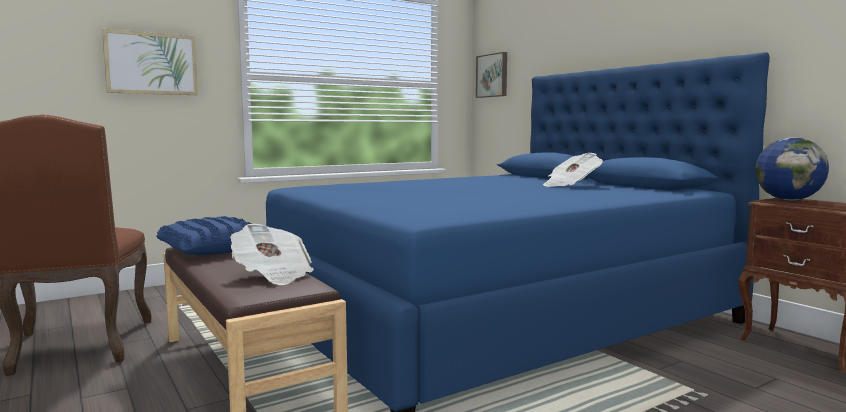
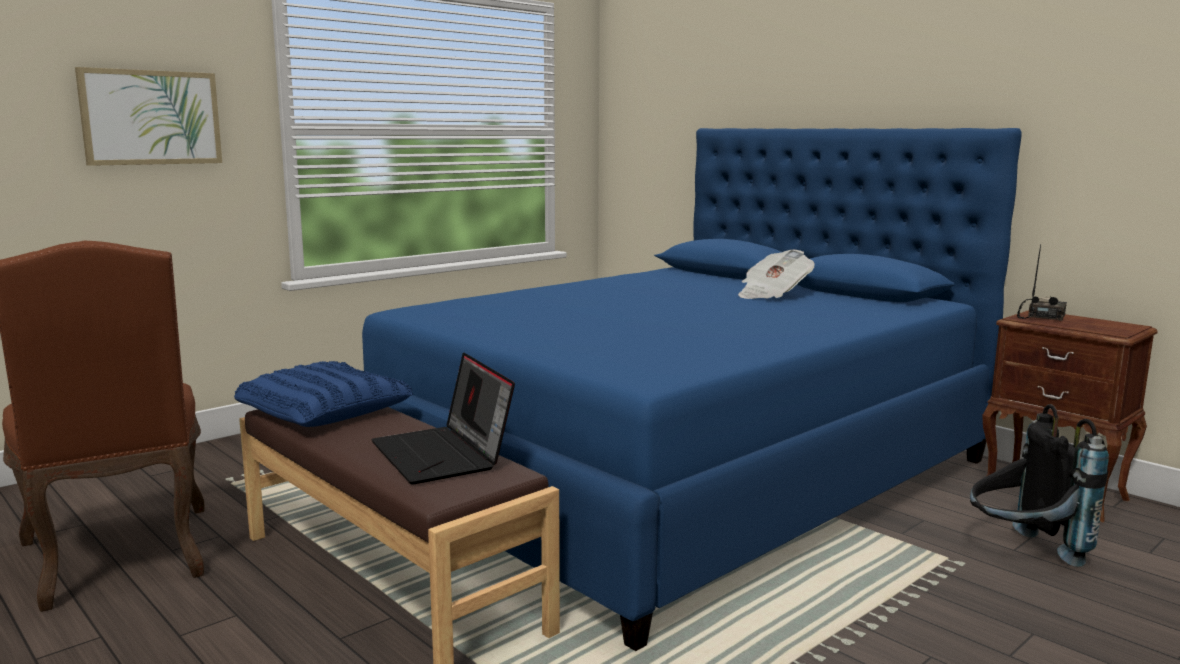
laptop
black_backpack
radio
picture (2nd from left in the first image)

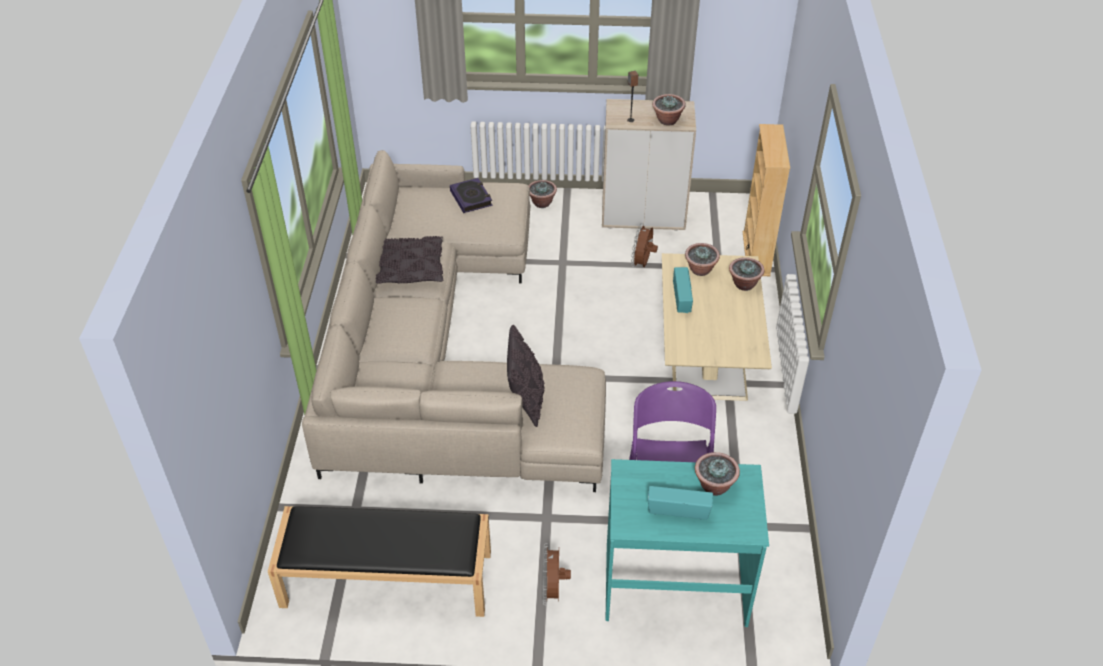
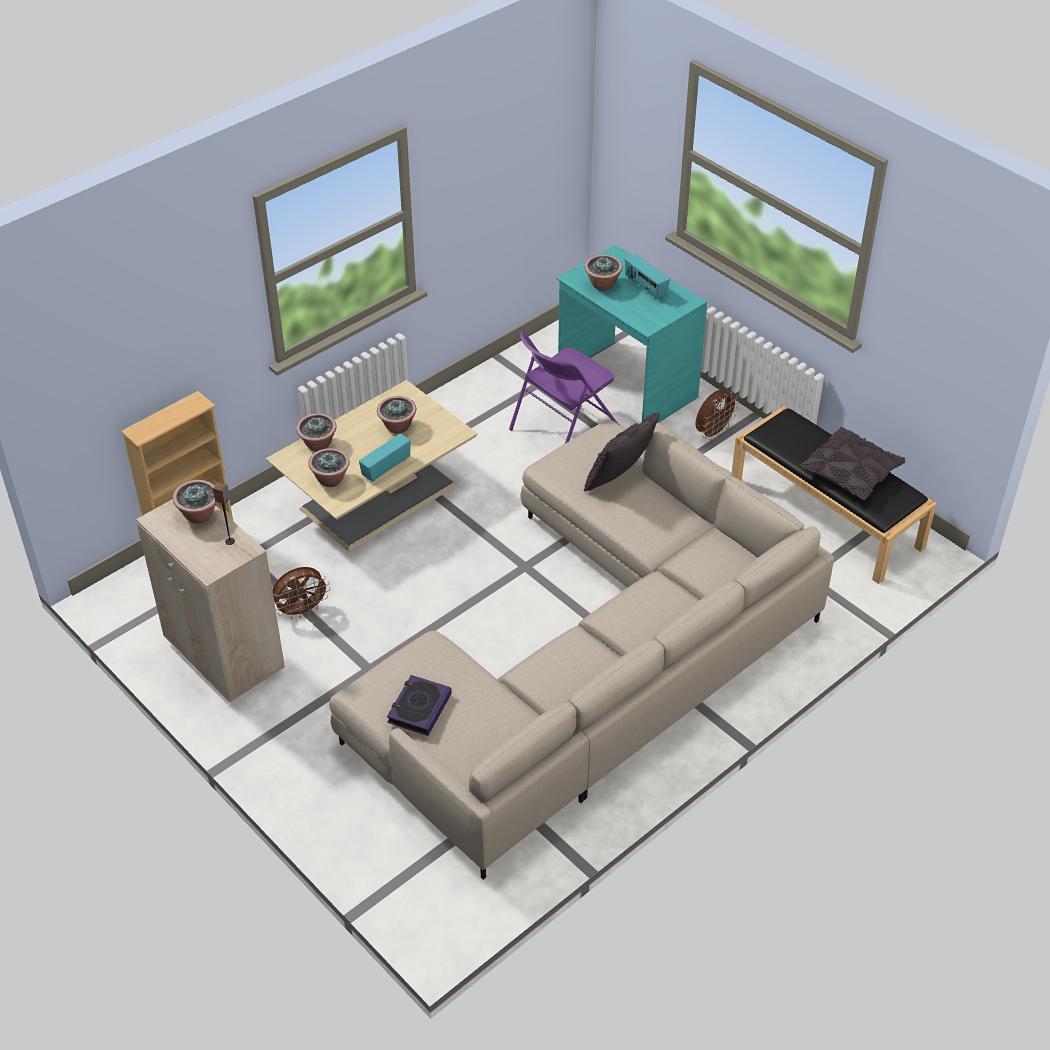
potted_plant (4th from left)
black_pillow (2nd from left)

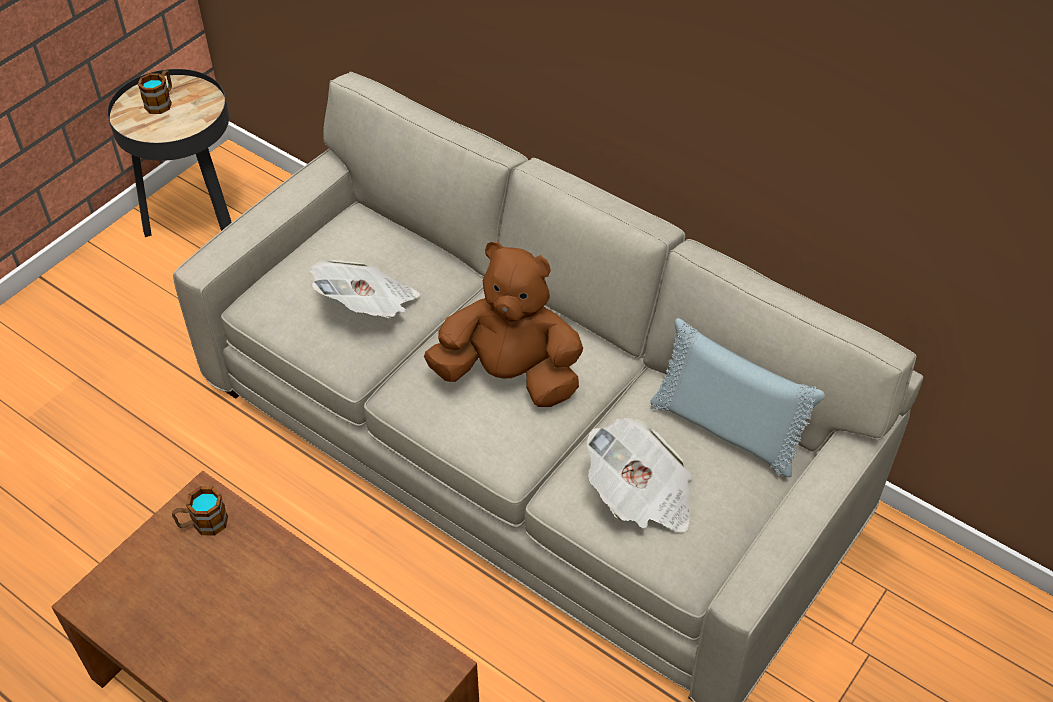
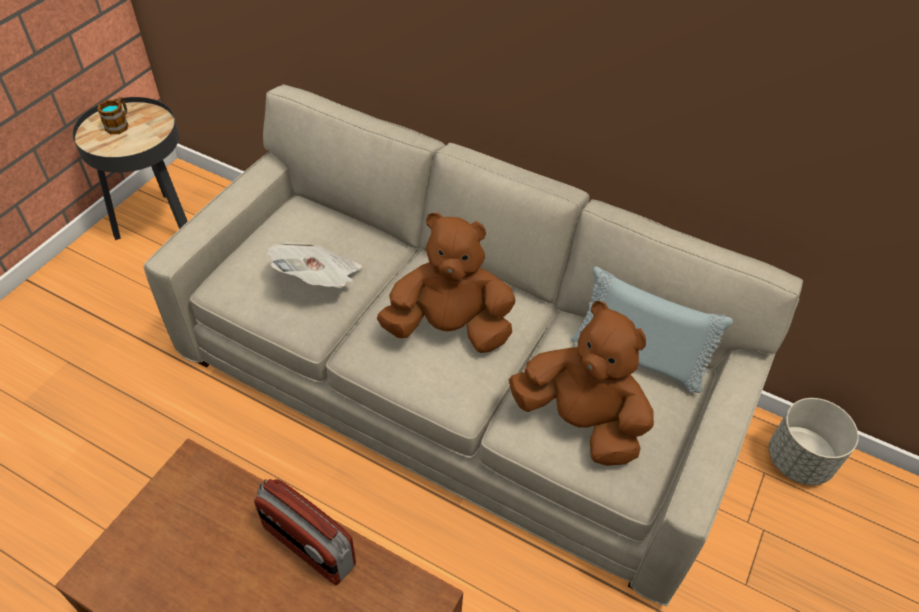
radio
brown_plush_toy (2nd from left)
grey_planter
mug (2nd from left in the first image)

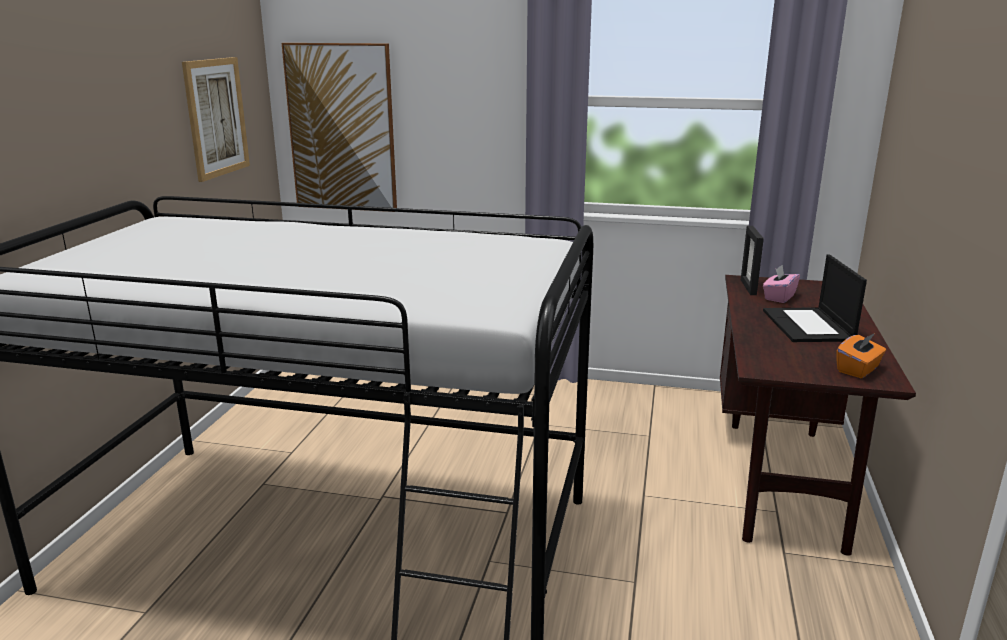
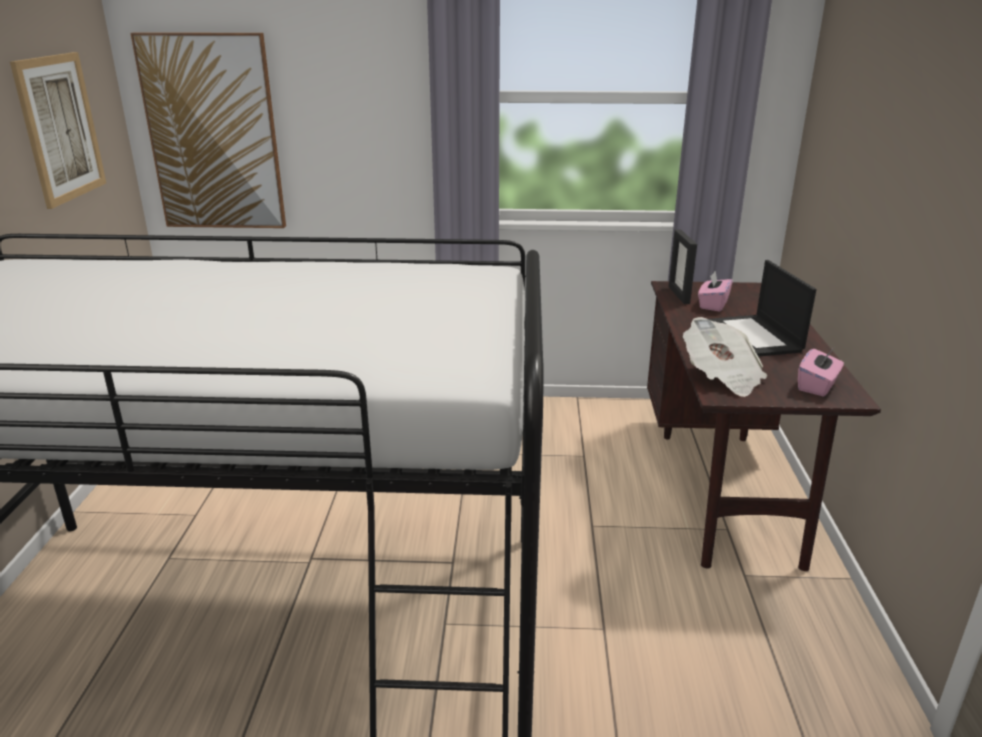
newspaper
pink_tissue_box (2nd from left)

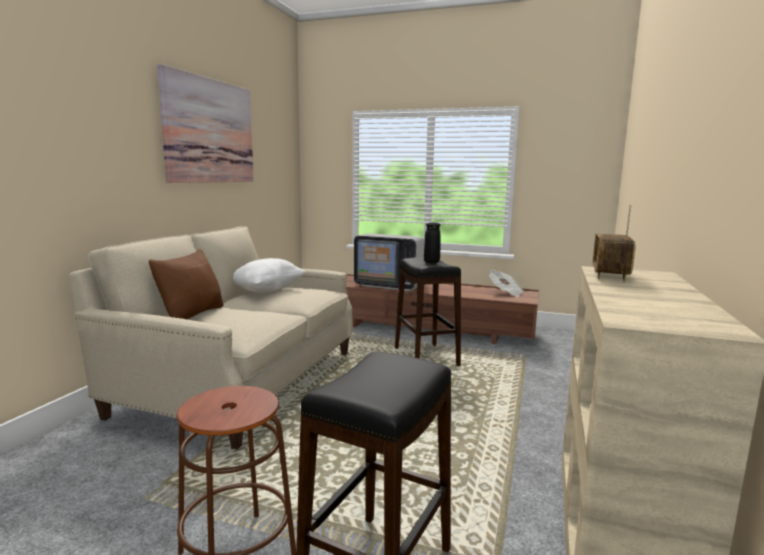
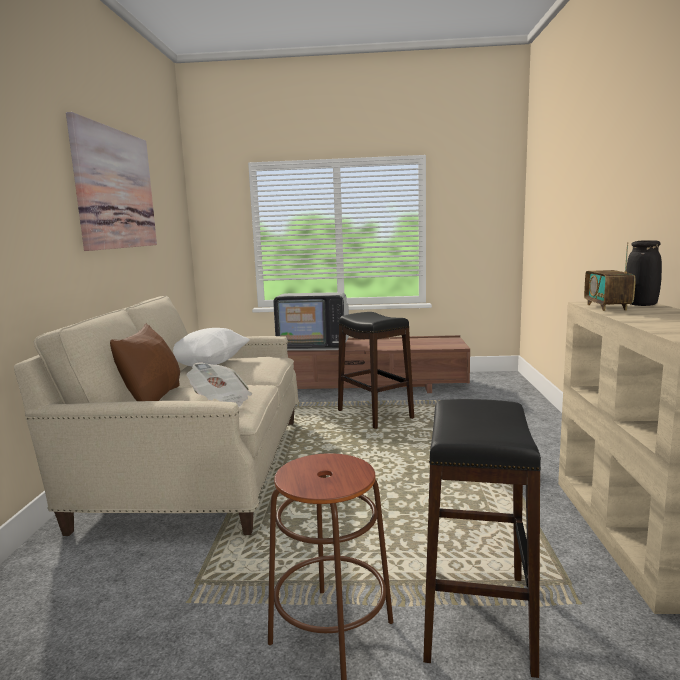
newspaper
black_vase

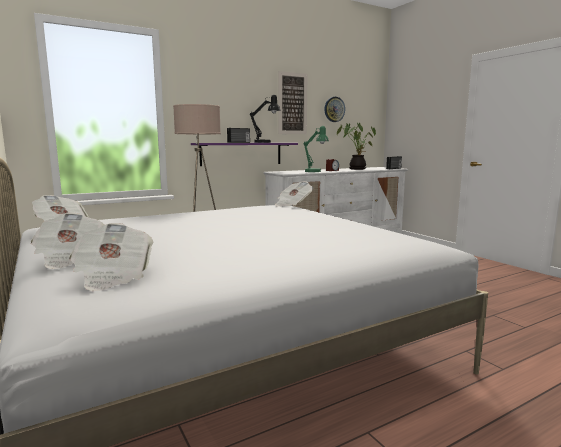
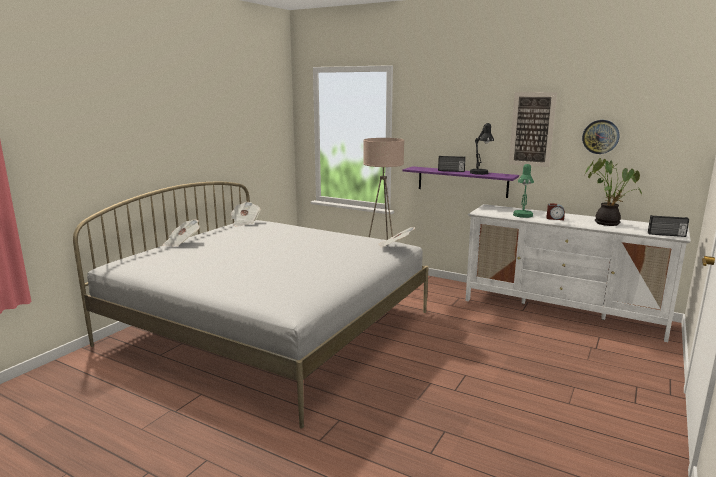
newspaper (3rd from left in the first image)

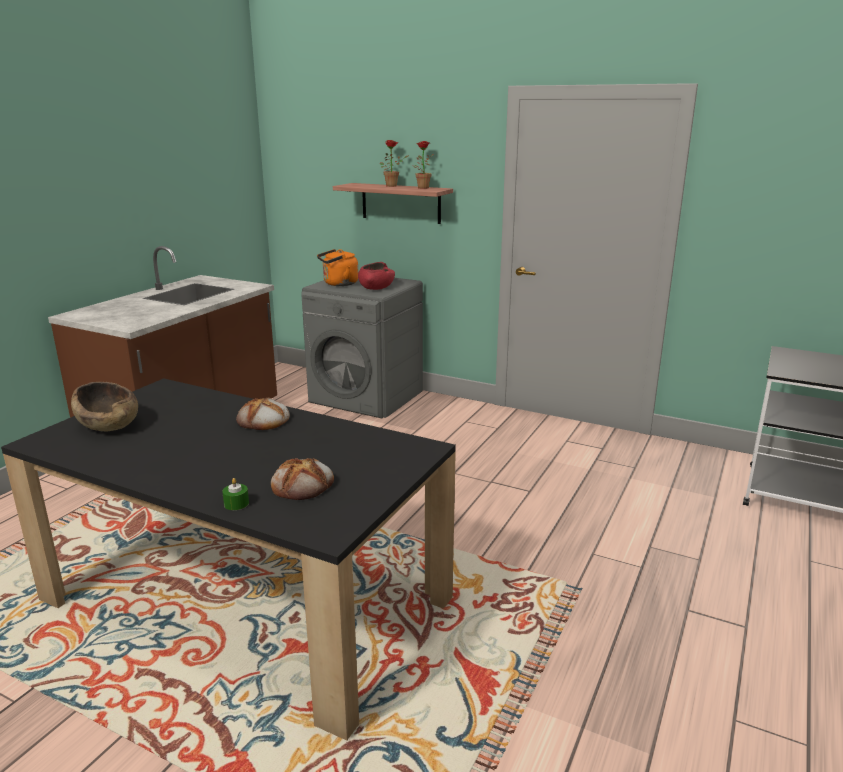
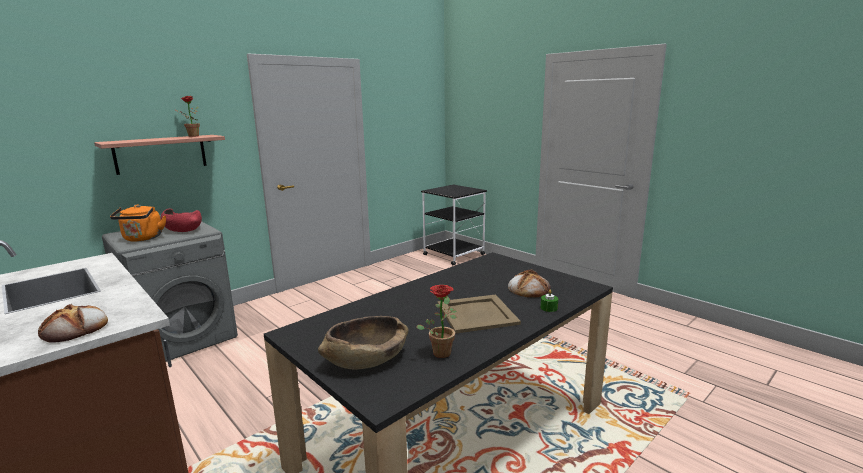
bread (1st from left)
potted_plant (2nd from left)
beige_tray

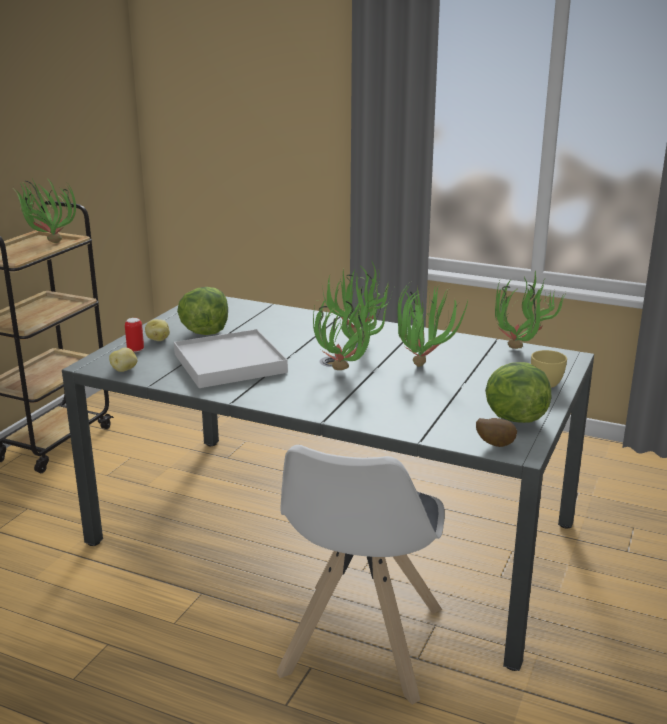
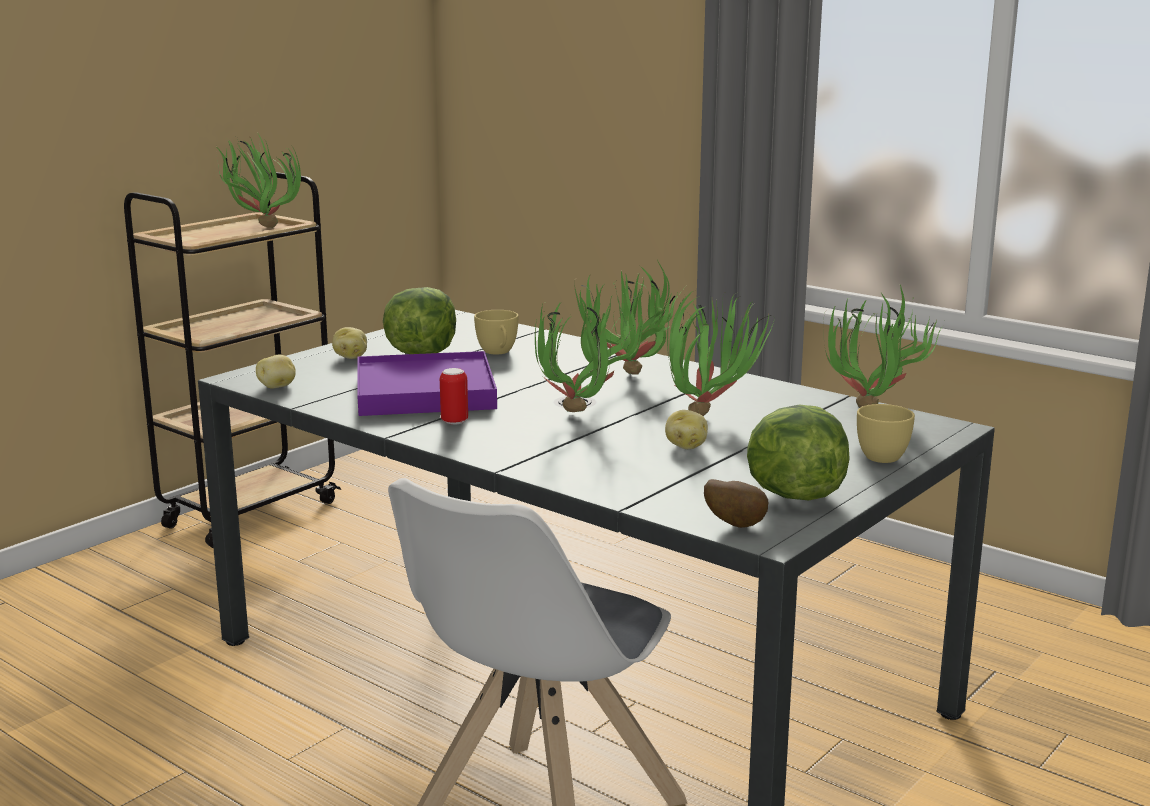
purple_tray
can
yellow_cup (1st from left)
potato (3rd from left)

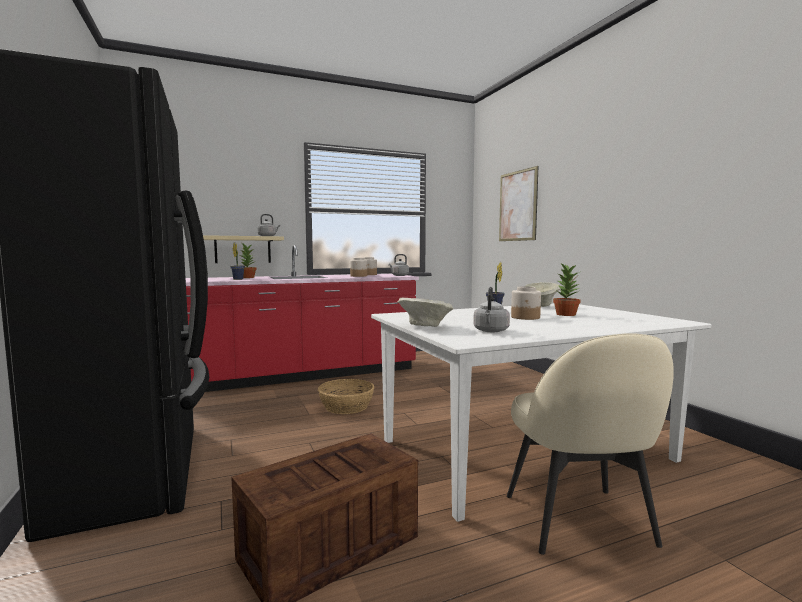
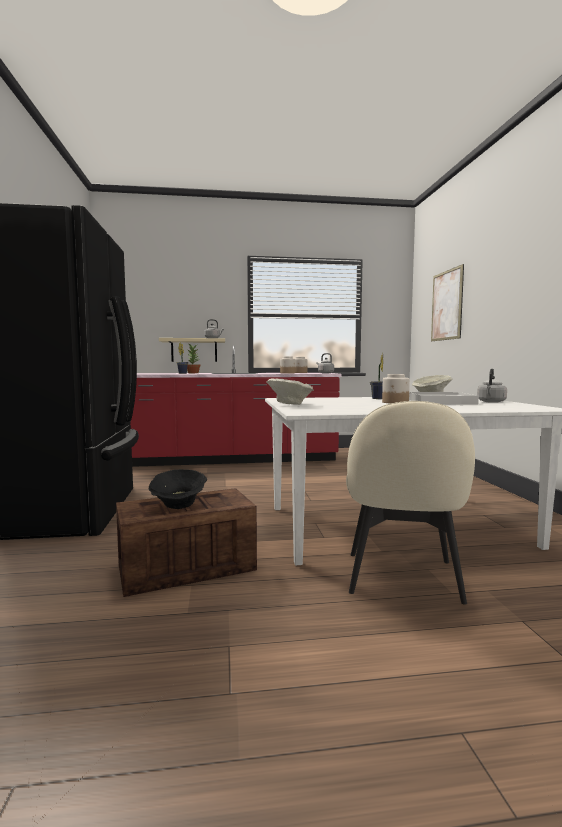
black_bowl
white_tray
grey_kettle (3rd from left)
basket

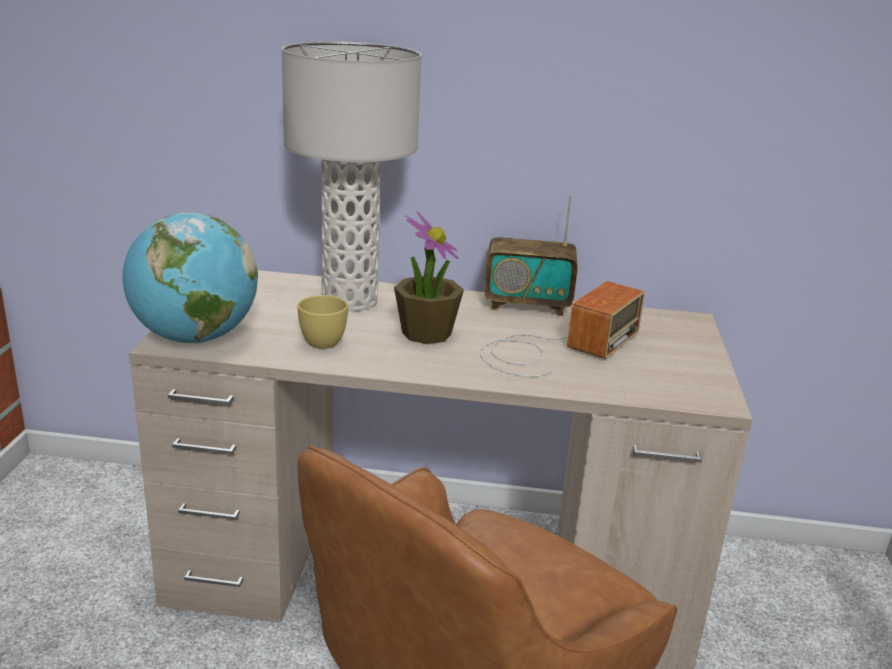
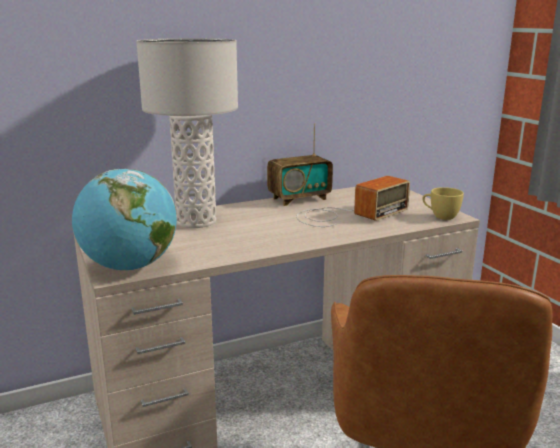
radio (2nd from left)
yellow_cup
potted_plant

